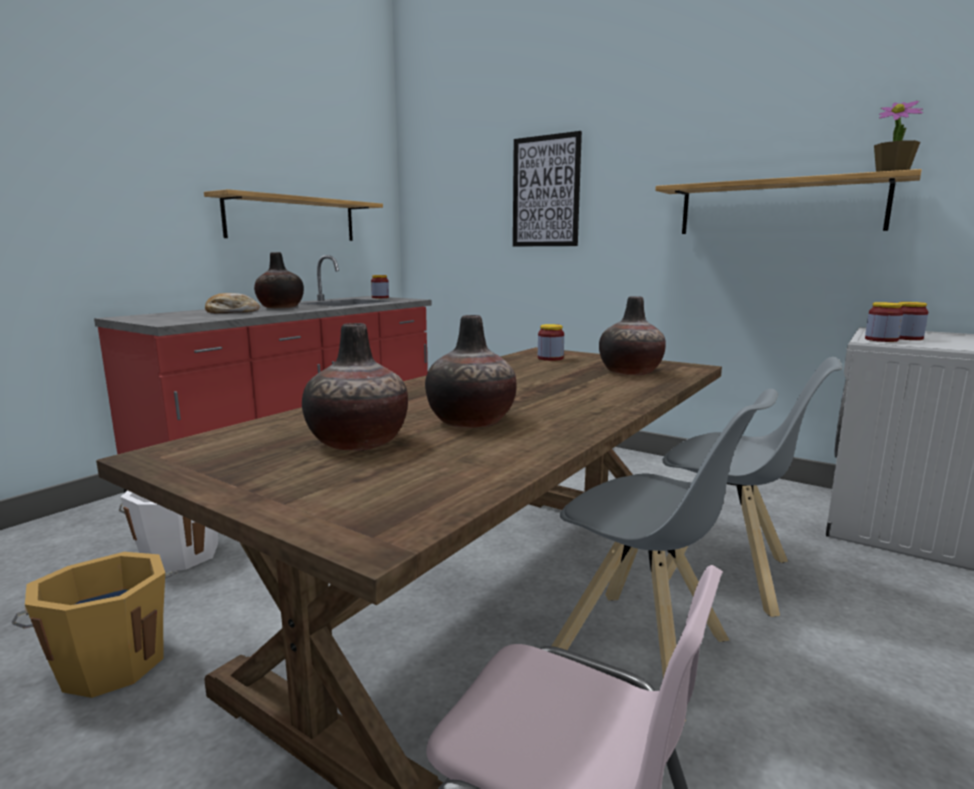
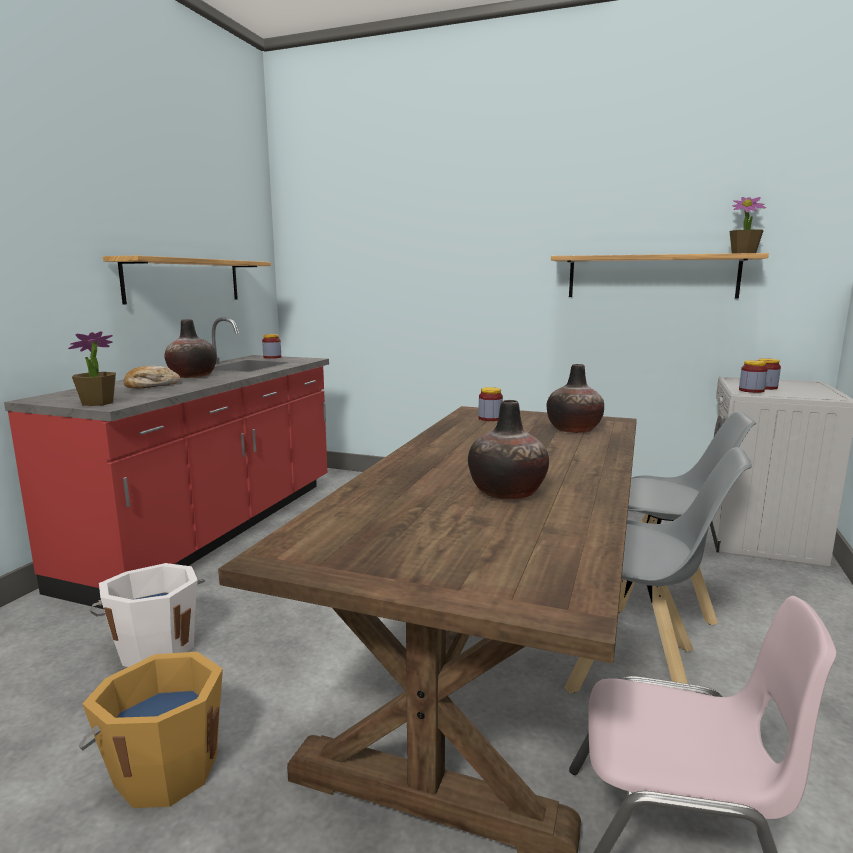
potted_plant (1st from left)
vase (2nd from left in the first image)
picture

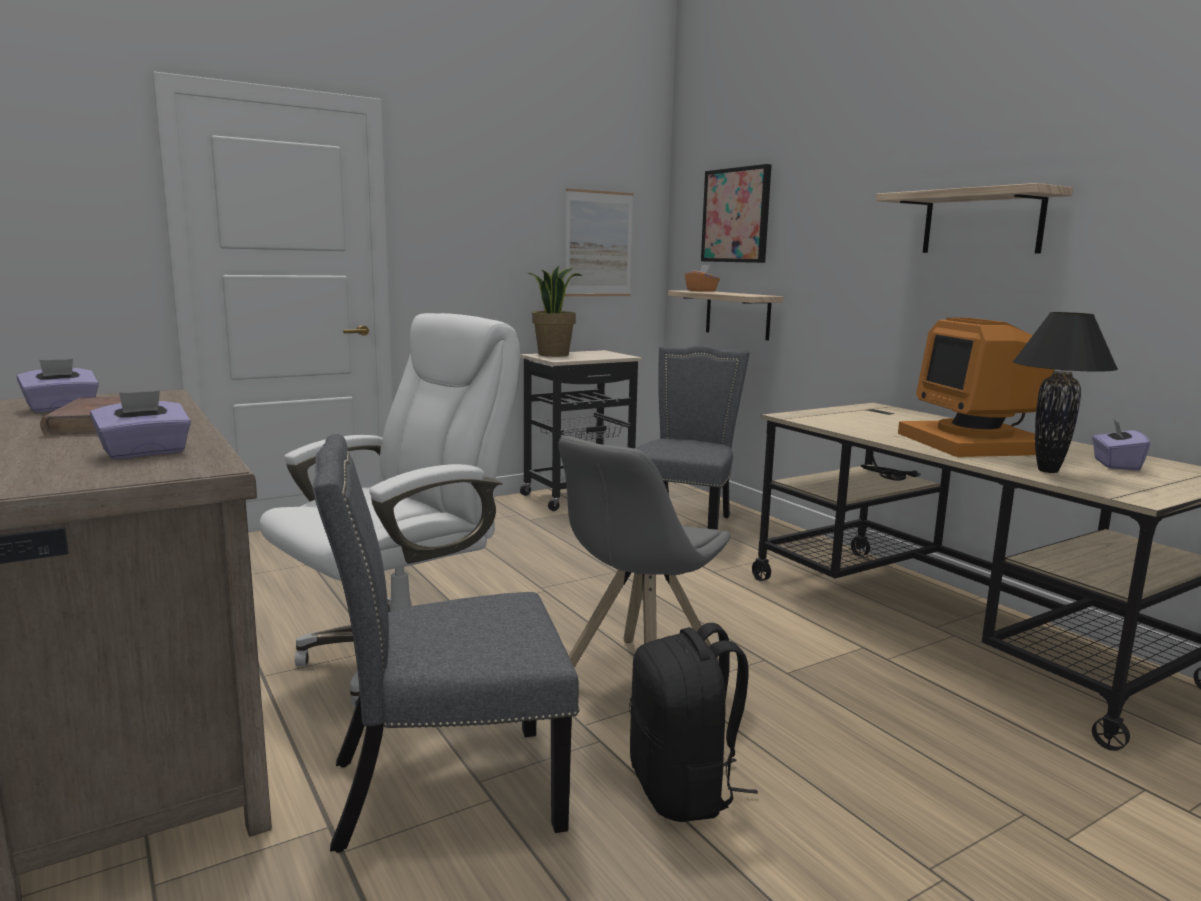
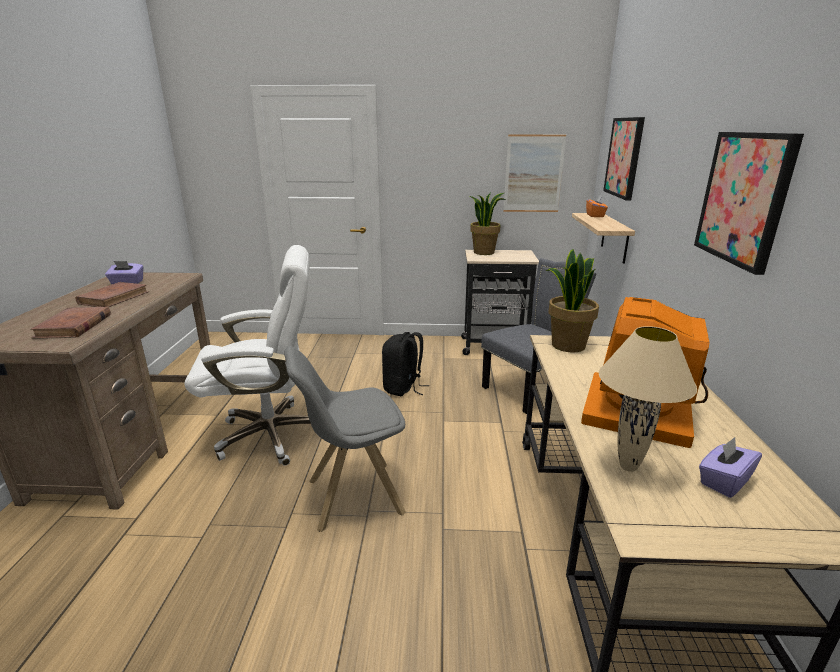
brown_book (1st from left)
black_backpack
potted_plant (2nd from left)
beige_table_lamp
picture (3rd from left)
grey_chair (1st from left in the first image)

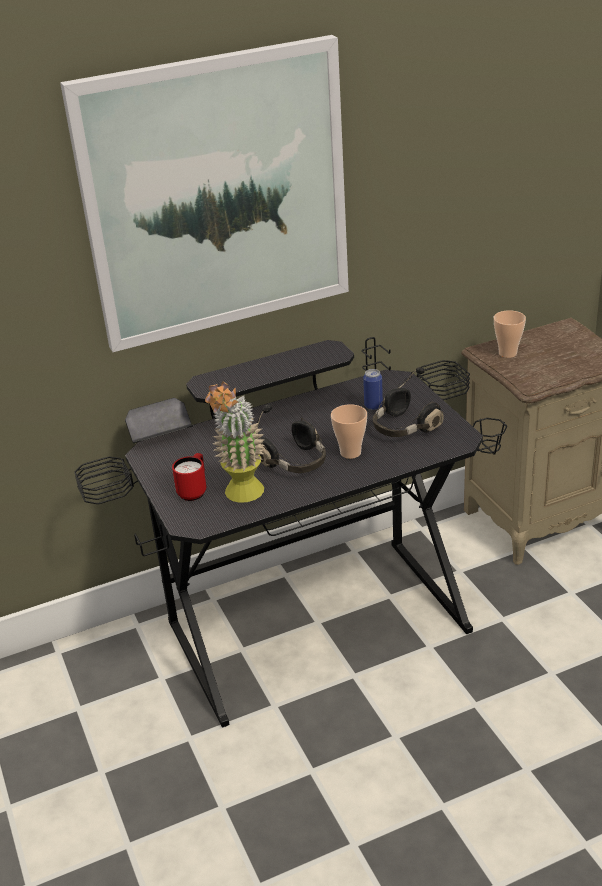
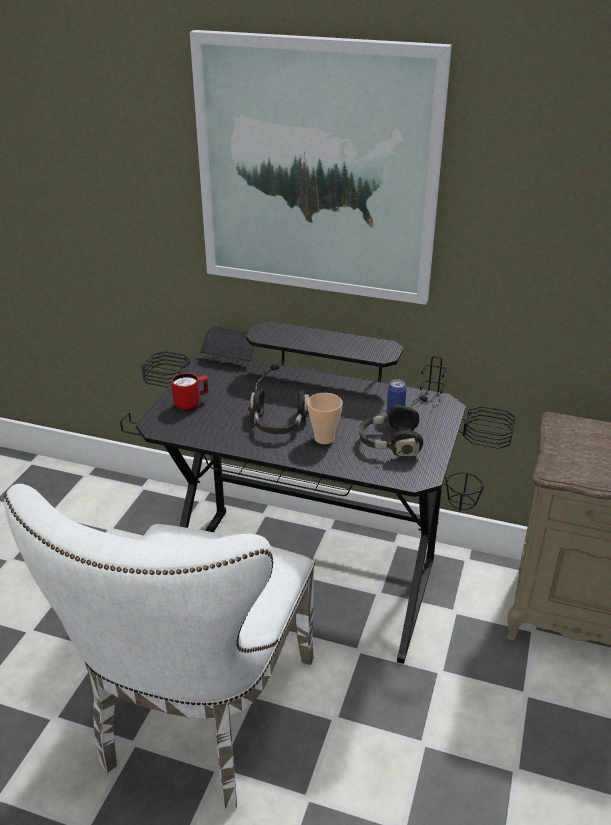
white_chair
potted_plant
cup (2nd from left in the first image)

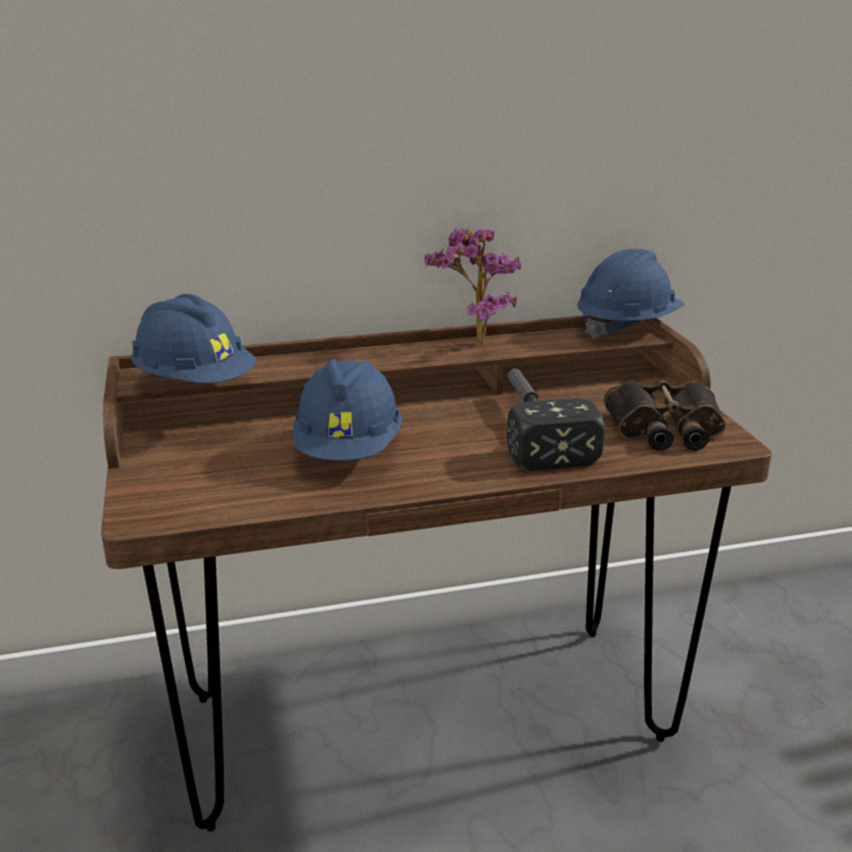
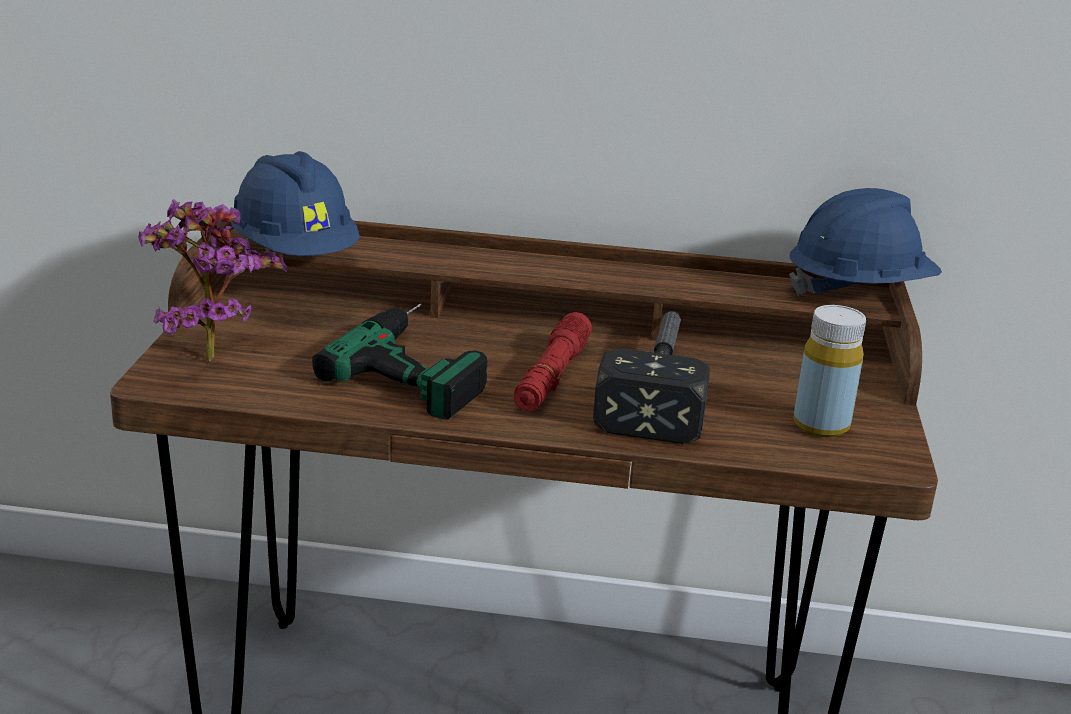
potted_plant
power_drill
red_flashlight
yellow_bottle

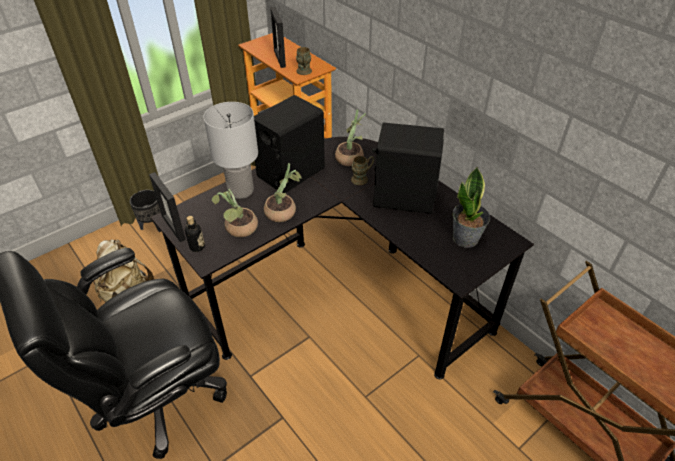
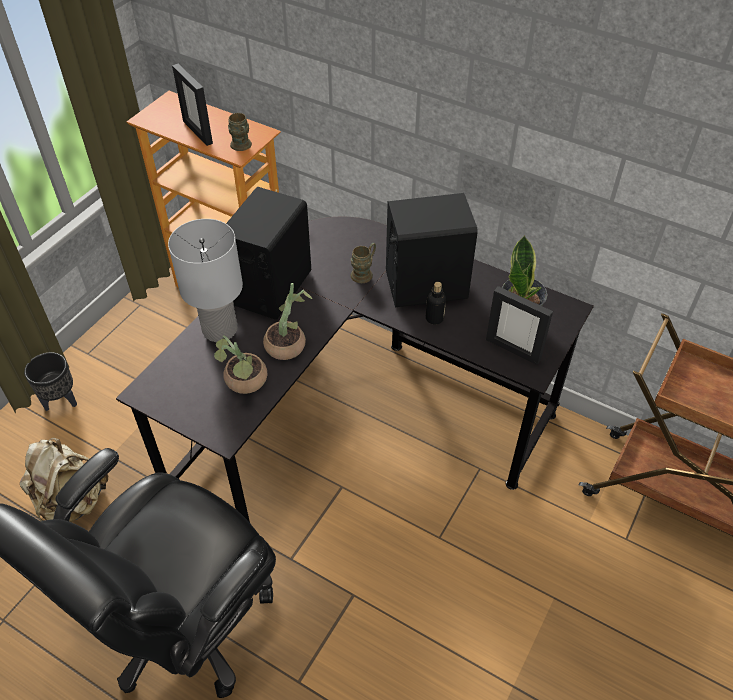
bottle
picture_frame (2nd from left)
potted_plant (3rd from left in the first image)

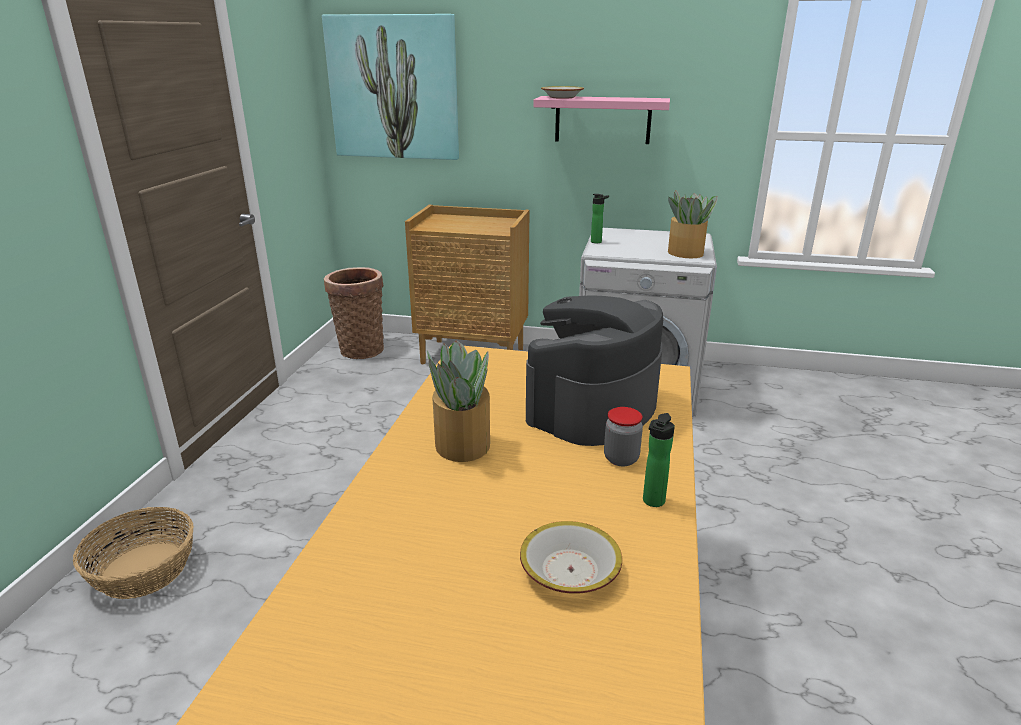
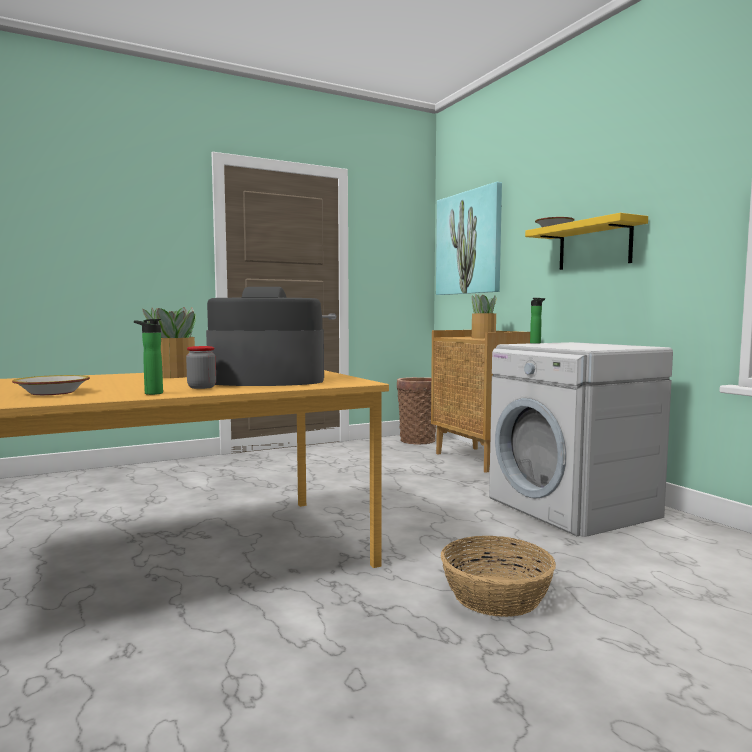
basket (2nd from left)
potted_plant (2nd from left)
yellow_shelf

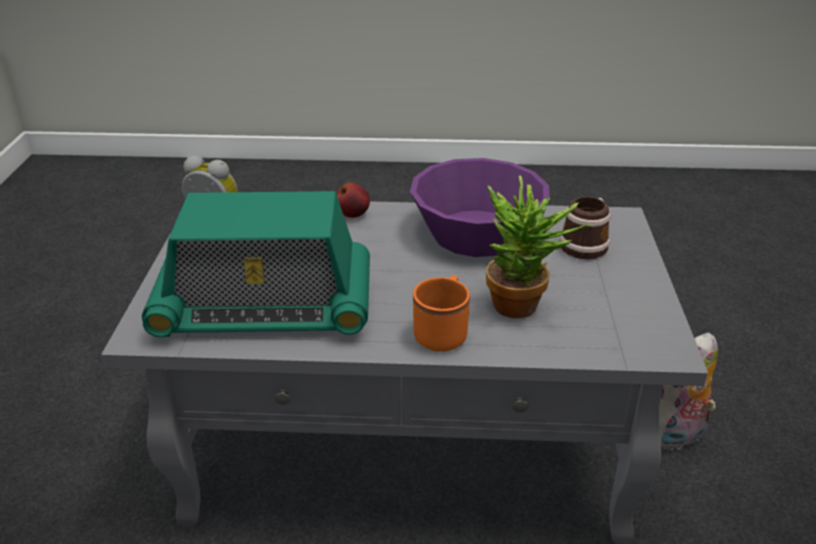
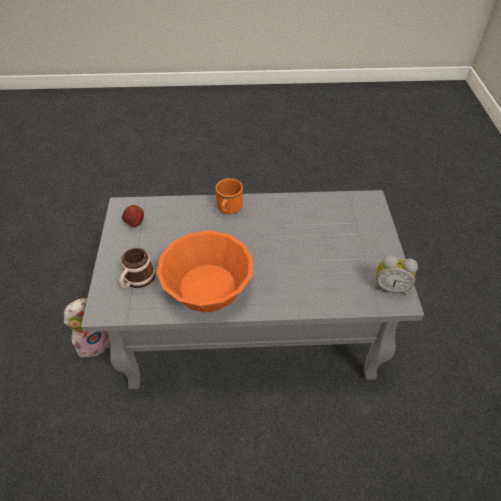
apple
orange_bowl
radio
potted_plant

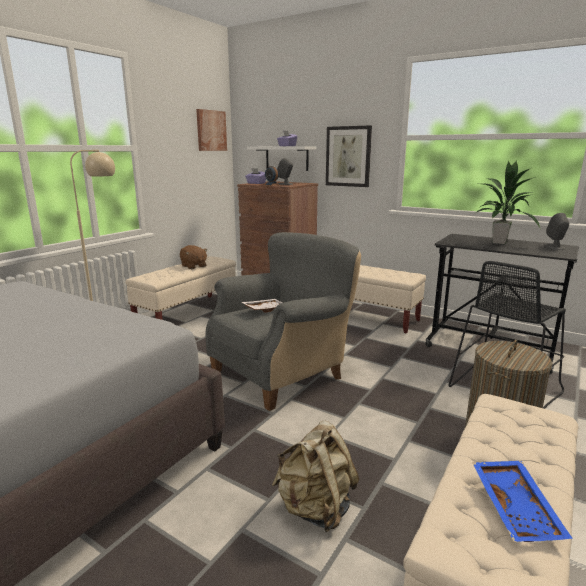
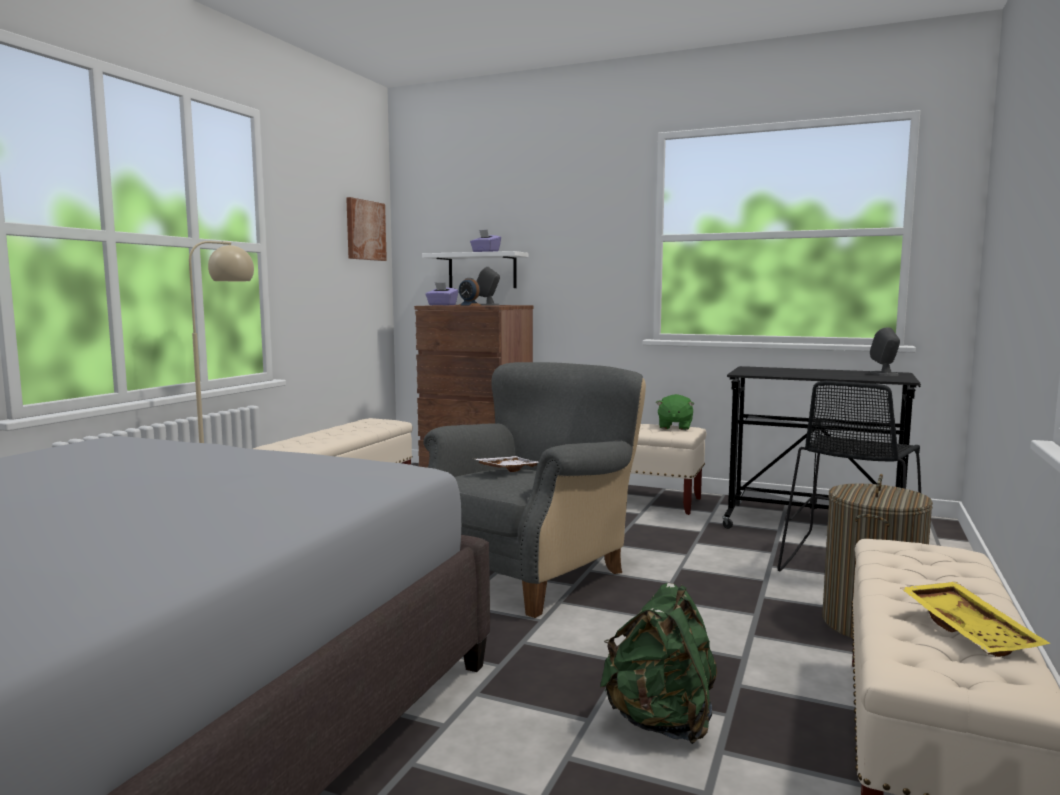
green_backpack
green_plush_toy
yellow_tray
brown_plush_toy
picture (2nd from left in the first image)
potted_plant

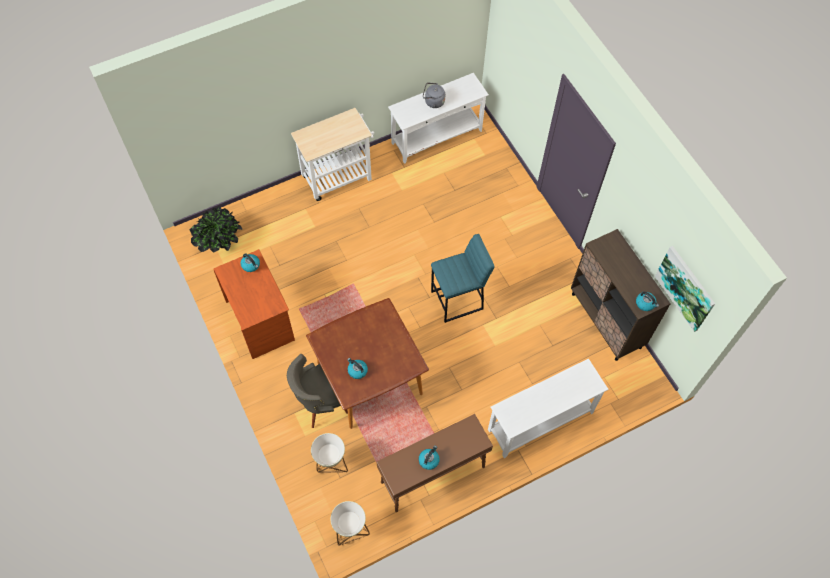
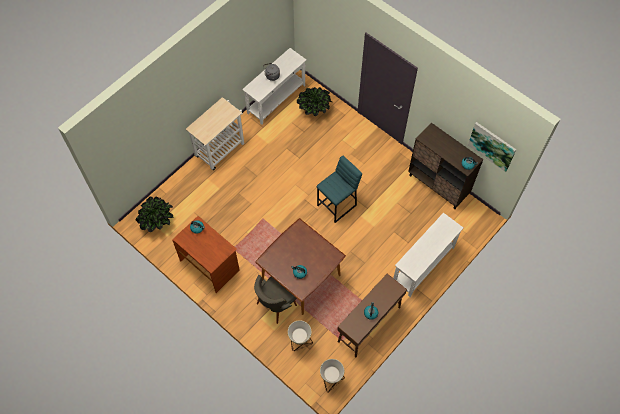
potted_plant (2nd from left)

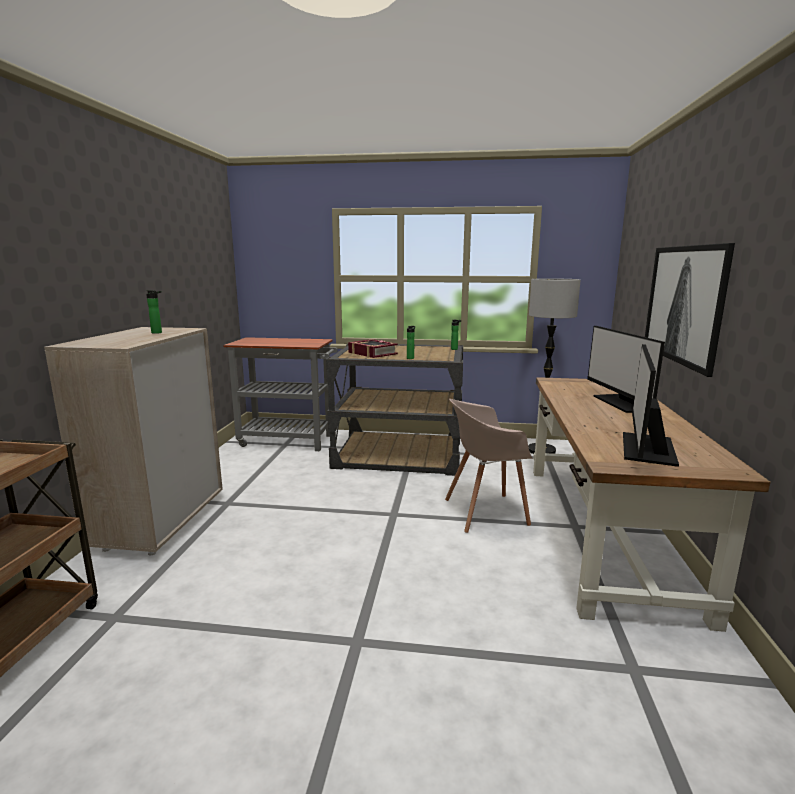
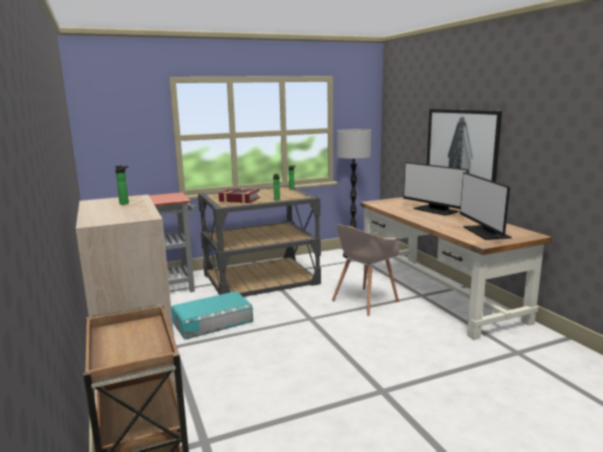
turquoise_storage_box

